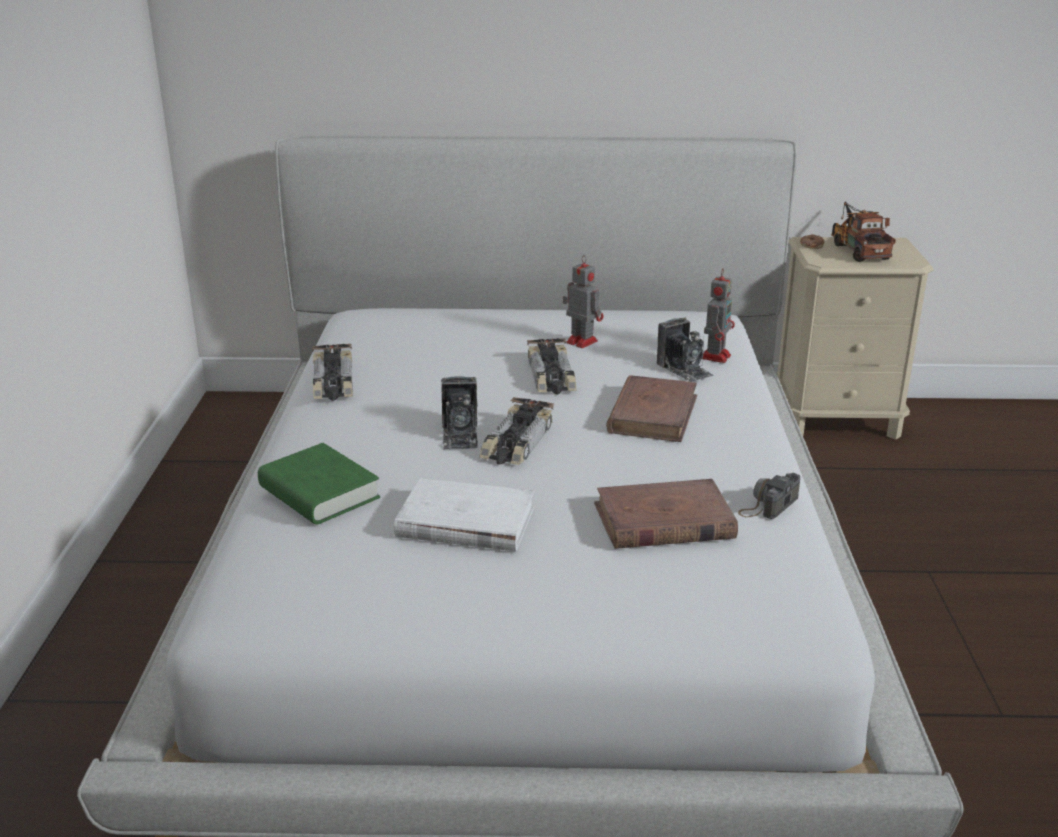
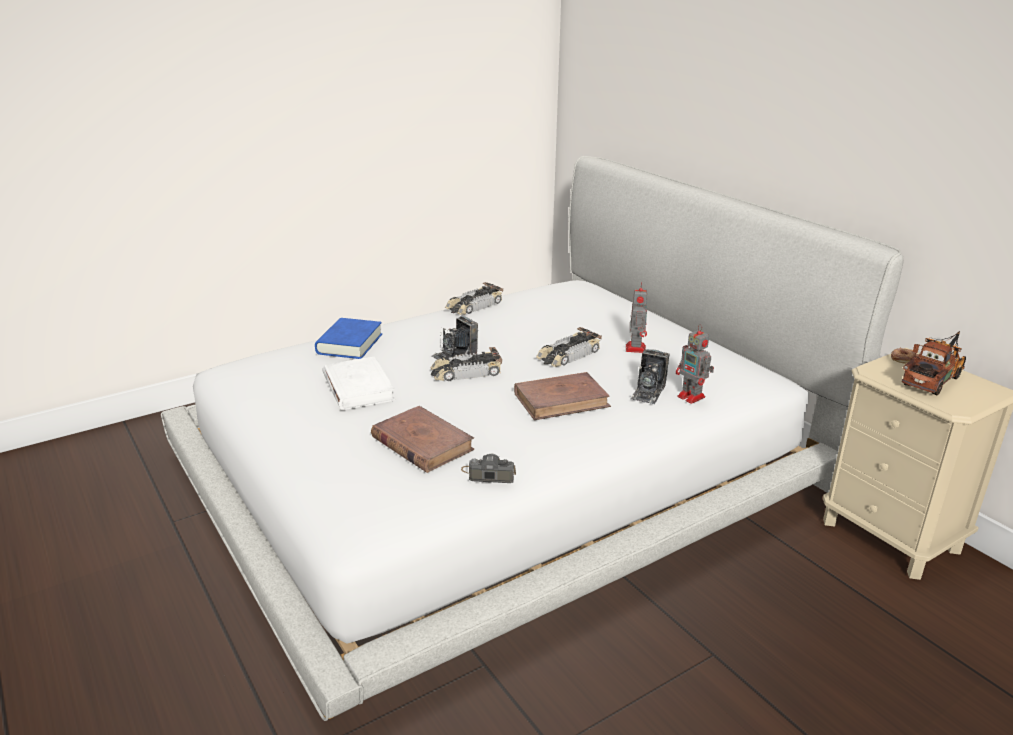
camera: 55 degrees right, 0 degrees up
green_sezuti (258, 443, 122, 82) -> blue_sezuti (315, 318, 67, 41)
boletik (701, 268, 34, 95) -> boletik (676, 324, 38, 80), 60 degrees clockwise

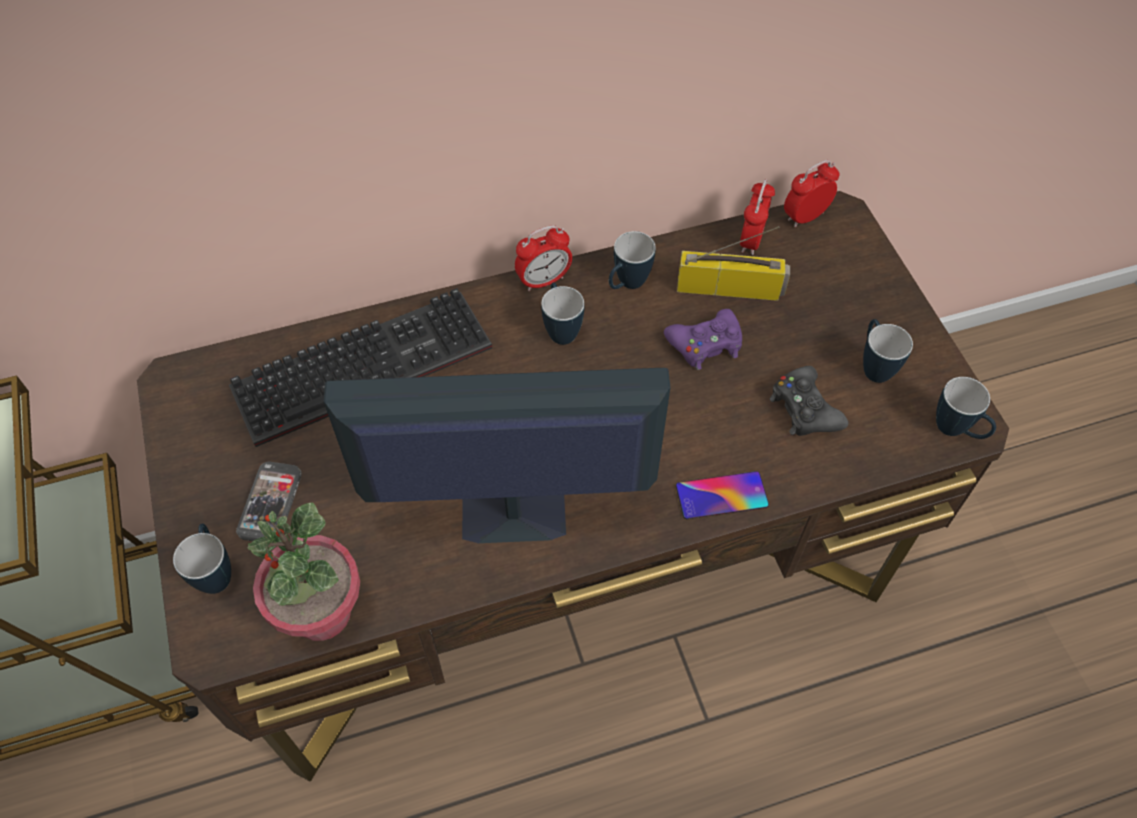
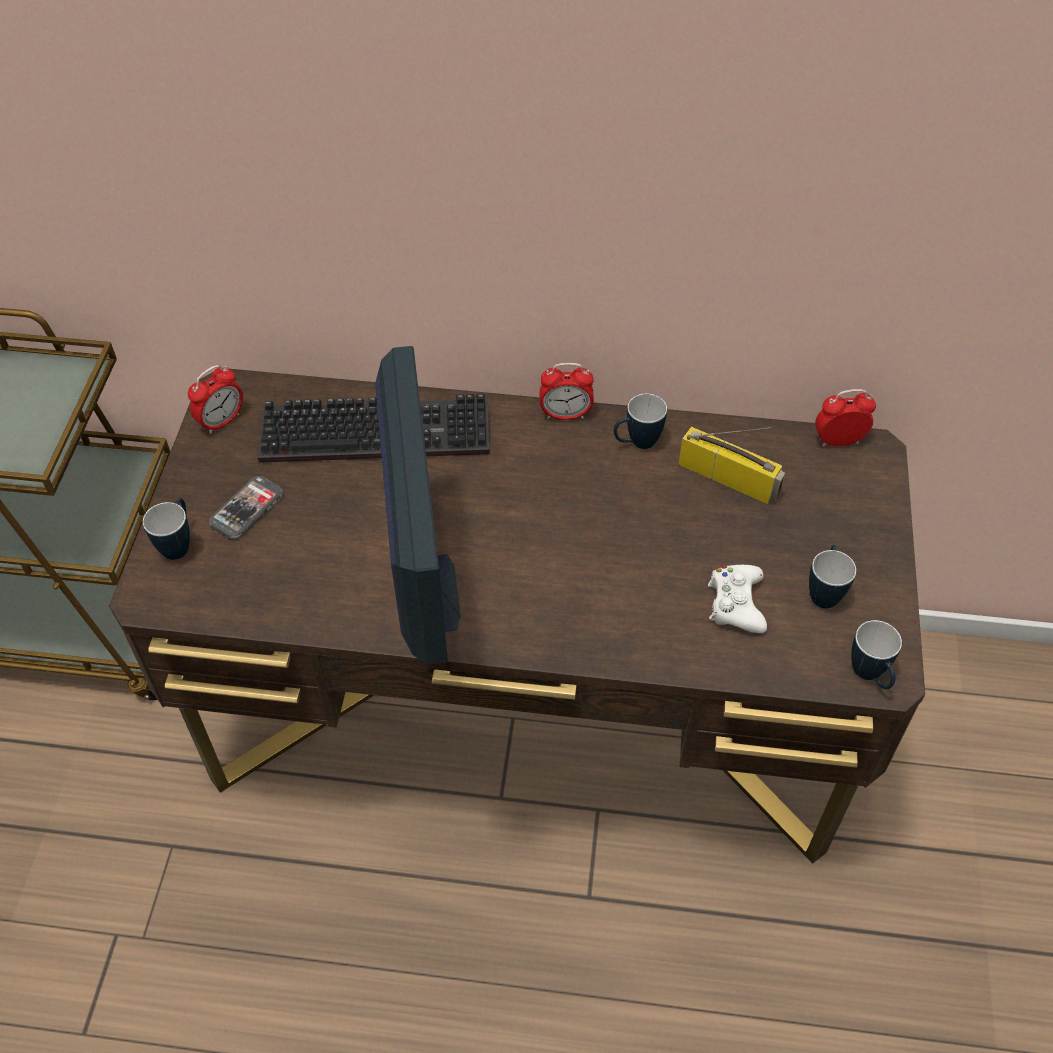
camera: 25 degrees right, 5 degrees down
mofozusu (247, 503, 113, 138) -> none
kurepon (541, 283, 43, 62) -> none
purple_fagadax (664, 309, 78, 61) -> none
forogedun (676, 471, 93, 48) -> none
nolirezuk (740, 179, 35, 76) -> nolirezuk (188, 365, 55, 69), move
black_fagadax (770, 366, 78, 70) -> white_fagadax (708, 565, 59, 68)
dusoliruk (323, 368, 347, 175) -> dusoliruk (375, 346, 86, 319), 60 degrees clockwise

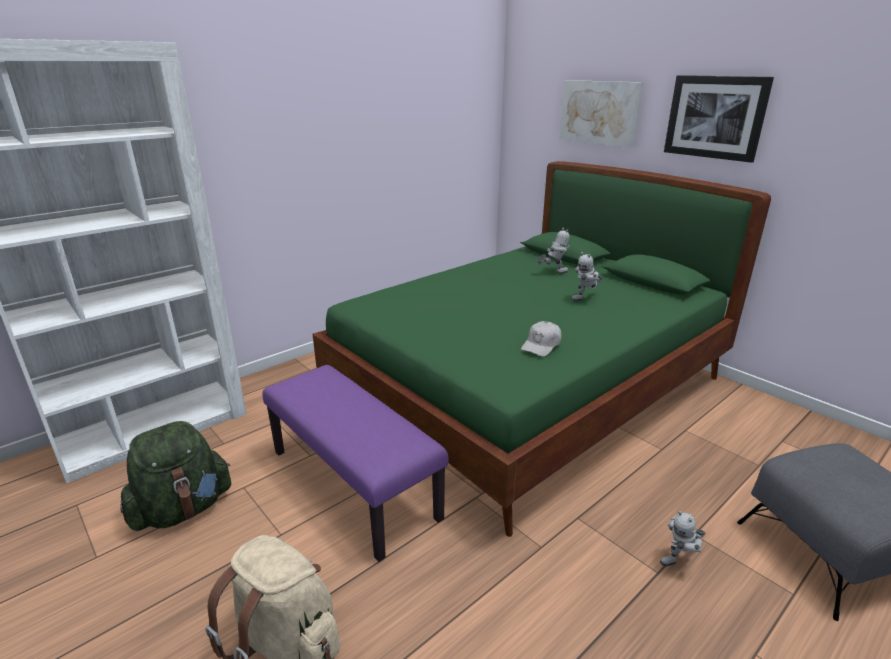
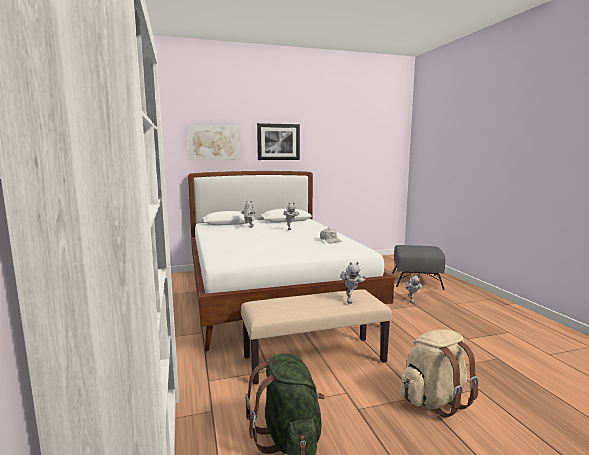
camera: 65 degrees left, 15 degrees down
none -> boletik (341, 262, 25, 42)
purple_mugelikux (263, 365, 186, 197) -> beige_mugelikux (241, 289, 151, 95)
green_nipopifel (313, 161, 458, 376) -> white_nipopifel (188, 171, 206, 180)

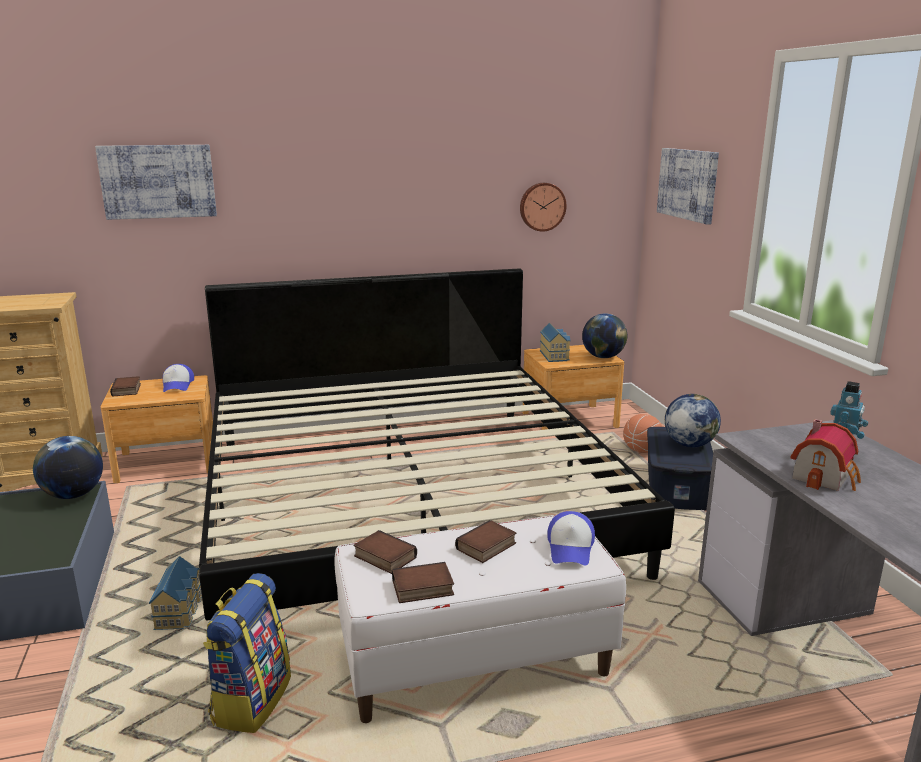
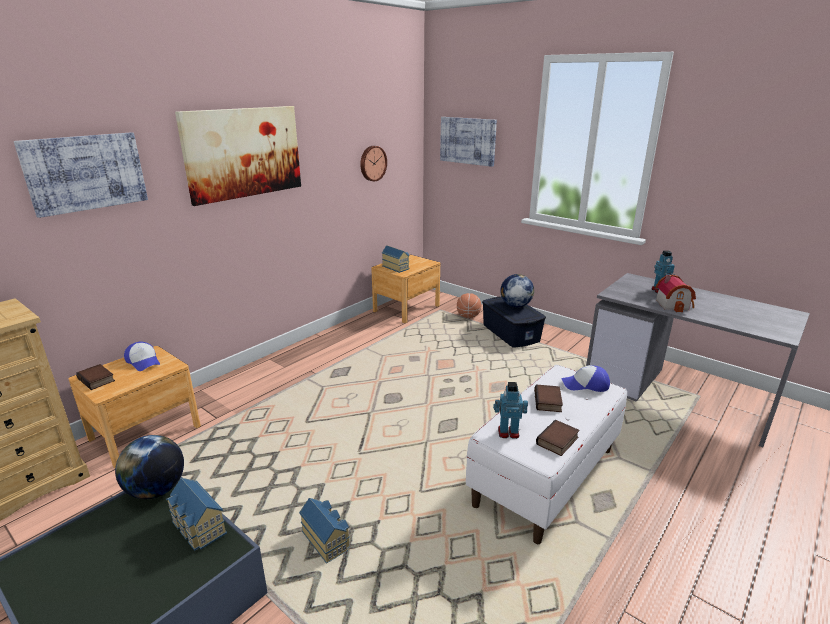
camera: 35 degrees left, 5 degrees up
nipopifel (199, 268, 476, 353) -> none
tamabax (203, 573, 88, 160) -> none
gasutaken (582, 313, 45, 45) -> none
none -> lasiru (166, 478, 61, 73)
none -> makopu (175, 106, 126, 100)
sezuti (354, 530, 63, 44) -> boletik (493, 382, 35, 57)
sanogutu (547, 511, 48, 54) -> sanogutu (562, 365, 48, 27), 120 degrees clockwise

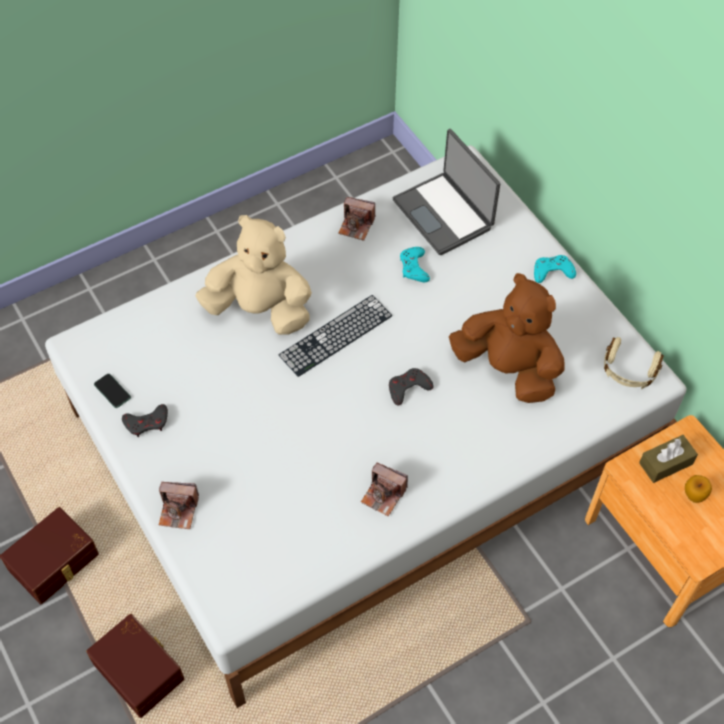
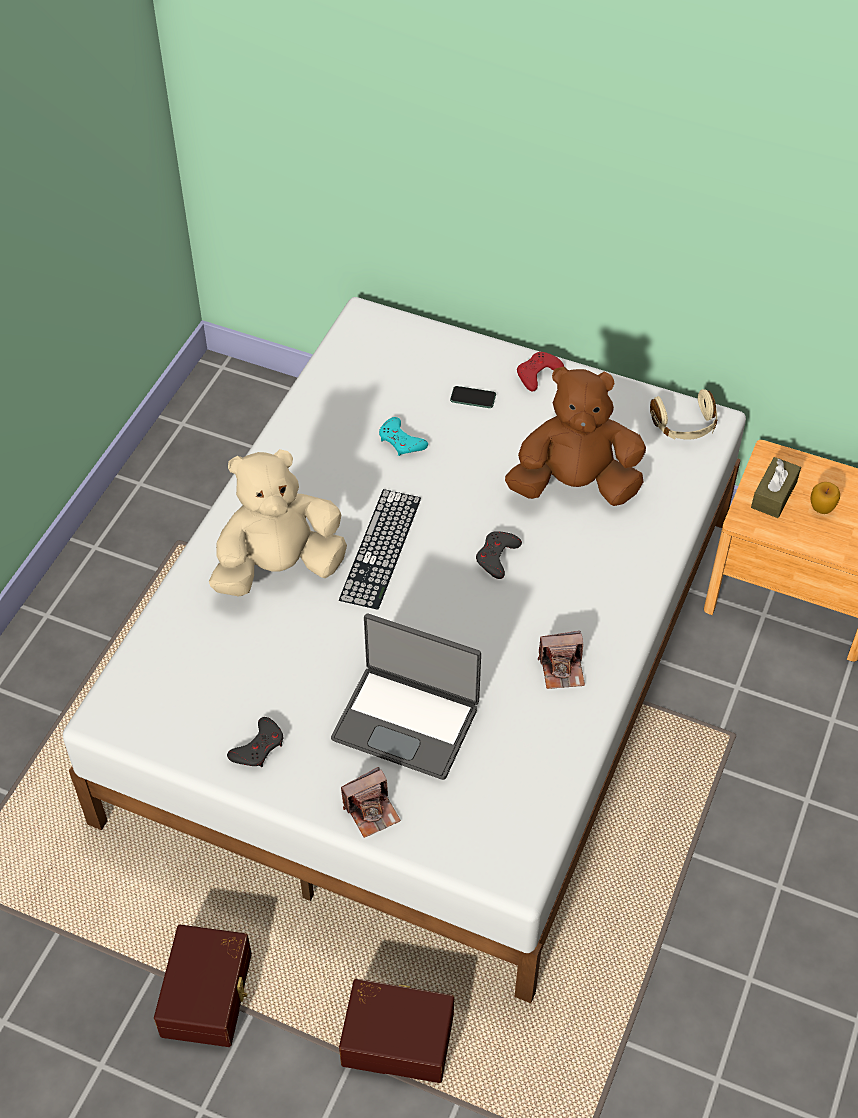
camera: 35 degrees left, 5 degrees down
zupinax (338, 197, 37, 44) -> none
forogedun (94, 374, 37, 34) -> forogedun (450, 386, 46, 22), move
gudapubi (393, 129, 107, 126) -> gudapubi (331, 613, 150, 167), move
turquoise_fagadax (534, 255, 42, 28) -> red_fagadax (517, 352, 47, 39)

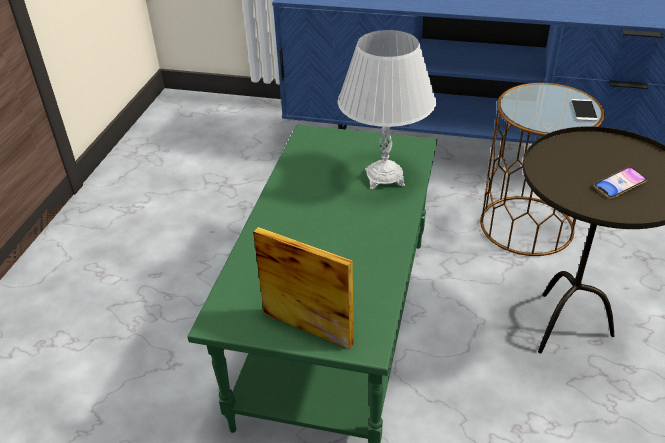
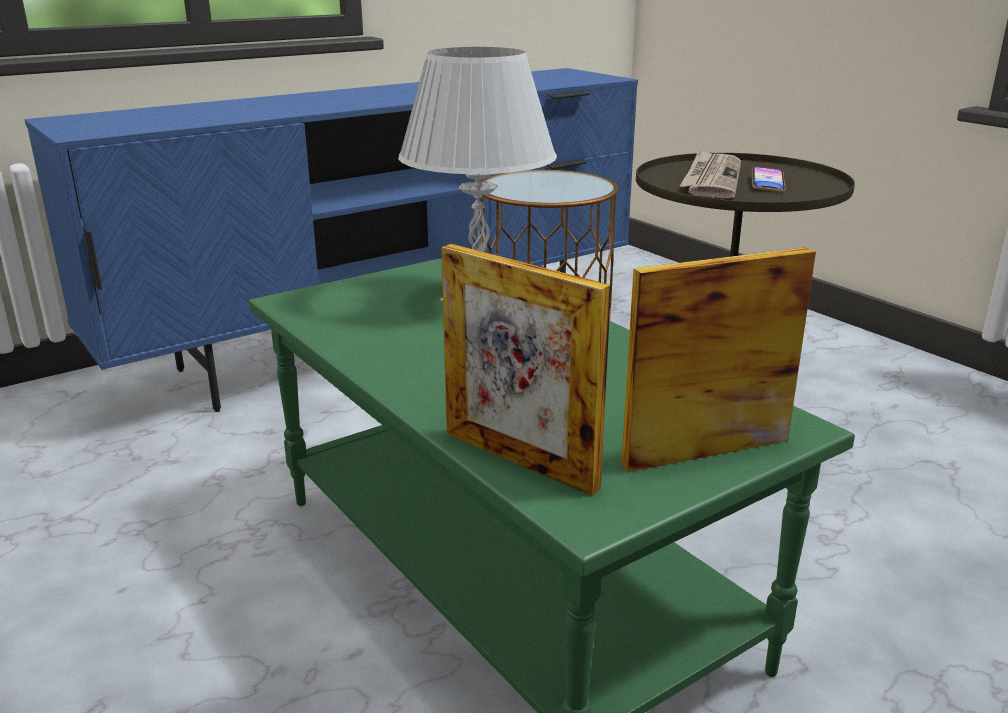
camera: 50 degrees left, 15 degrees down
forogedun (571, 99, 27, 22) -> none
none -> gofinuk (441, 244, 170, 252)
none -> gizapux (680, 149, 61, 49)

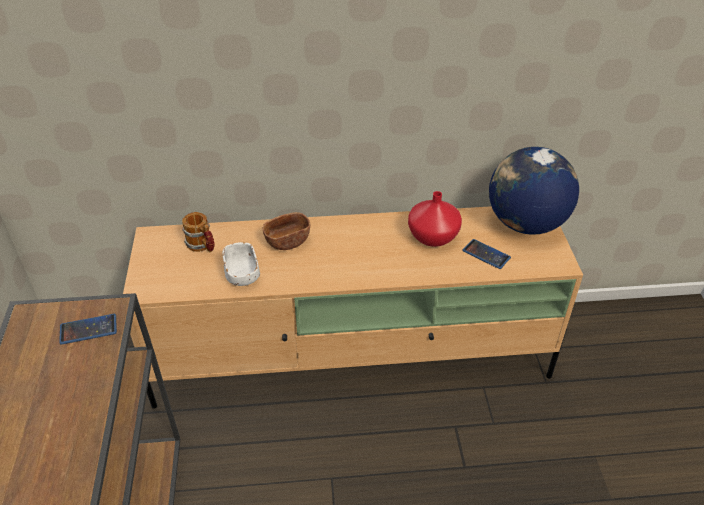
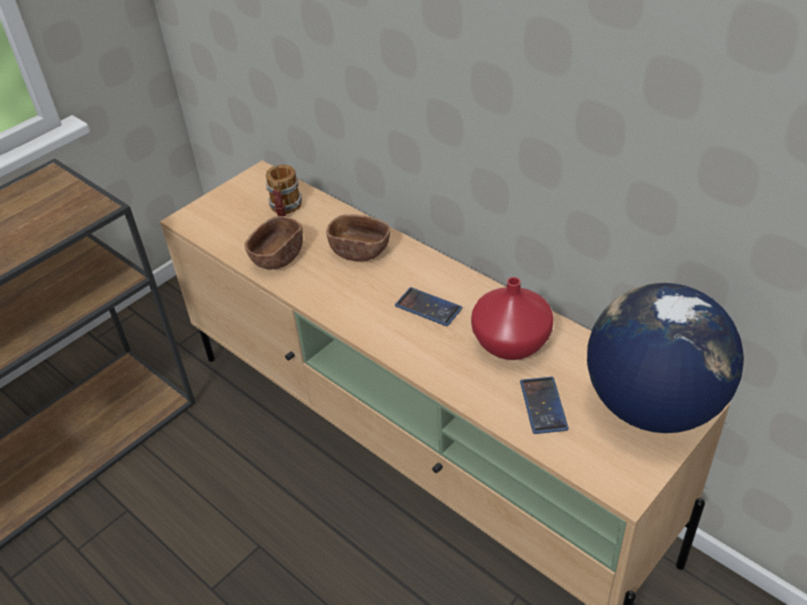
camera: 50 degrees right, 0 degrees up
forogedun (59, 314, 58, 31) -> forogedun (395, 287, 67, 39), move
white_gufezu (222, 242, 38, 44) -> brown_gufezu (244, 216, 59, 53)

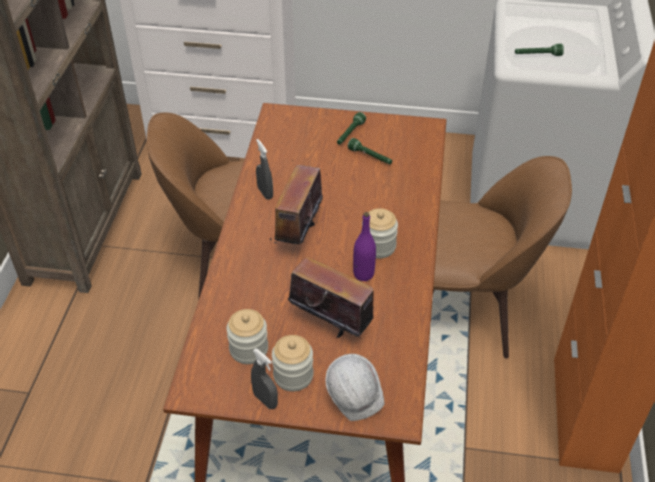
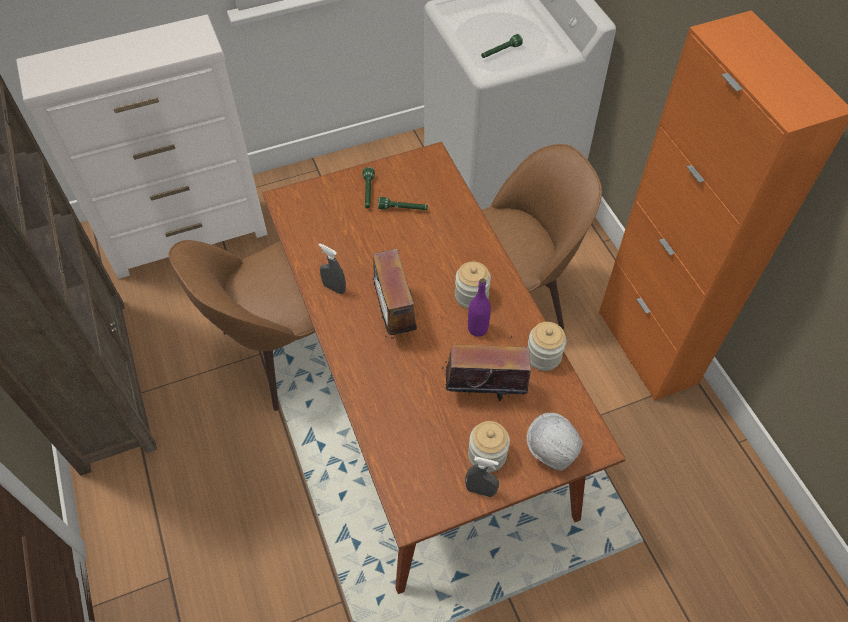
camera: 30 degrees left, 10 degrees up
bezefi (226, 309, 42, 55) -> bezefi (527, 322, 39, 49), move

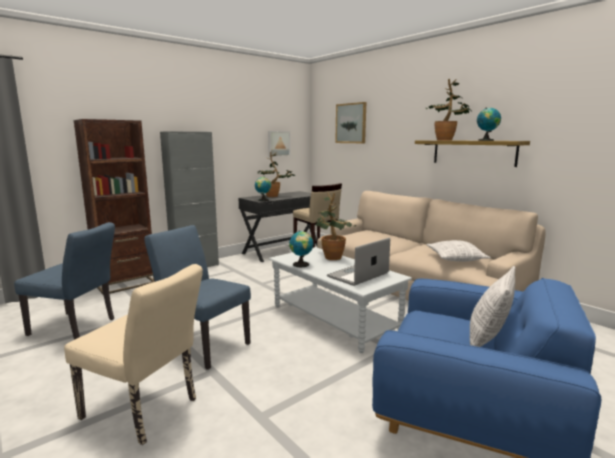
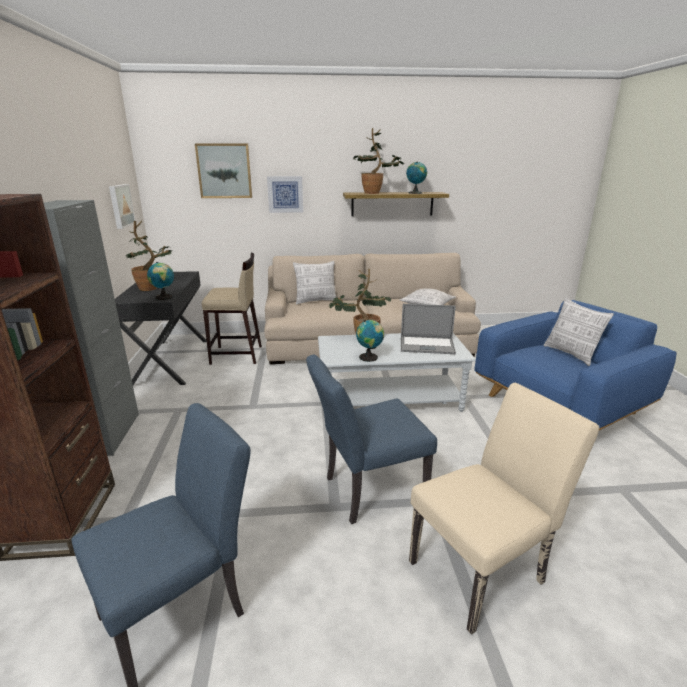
camera: 55 degrees left, 10 degrees up
none -> makopu (267, 176, 36, 37)
none -> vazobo (293, 261, 44, 44)
gudapubi (327, 238, 63, 48) -> gudapubi (401, 304, 55, 50), 75 degrees counterclockwise

